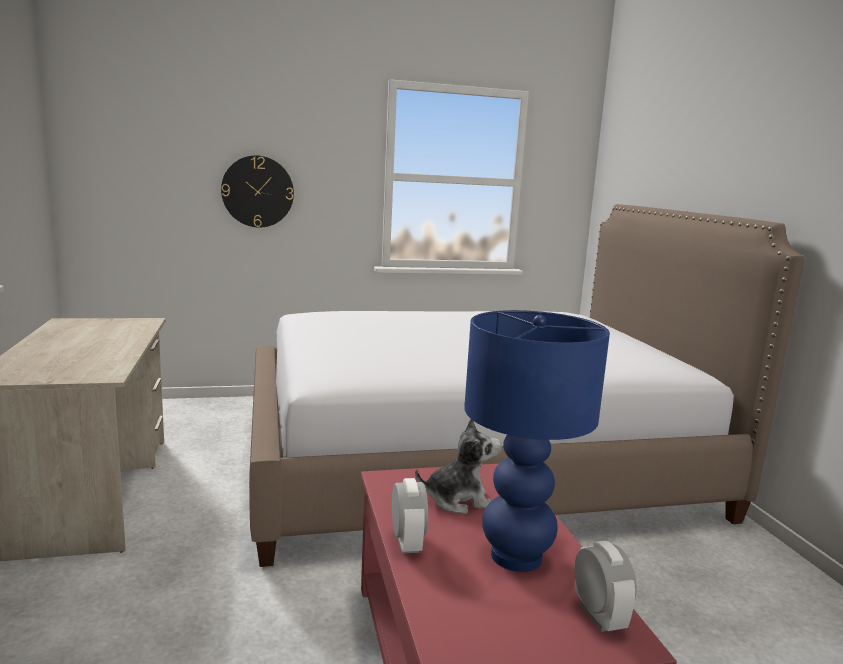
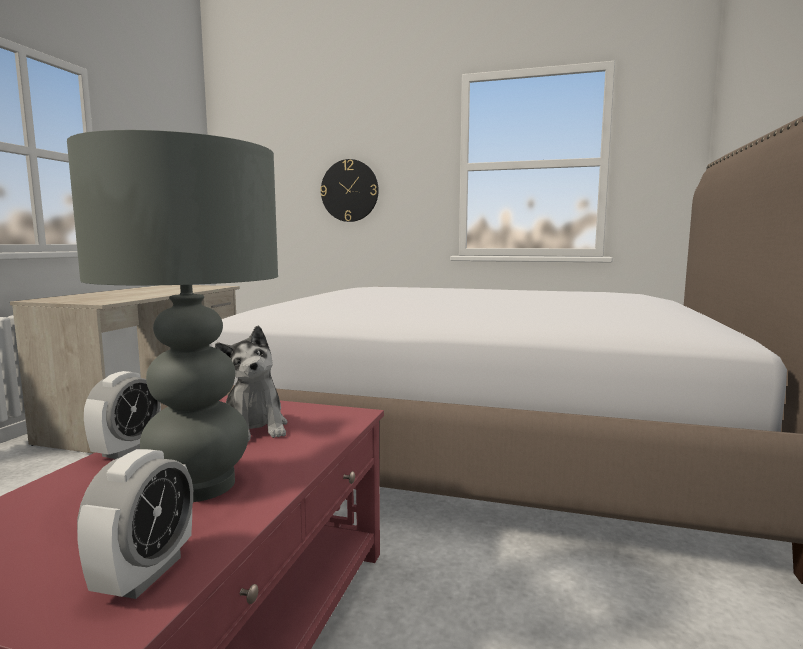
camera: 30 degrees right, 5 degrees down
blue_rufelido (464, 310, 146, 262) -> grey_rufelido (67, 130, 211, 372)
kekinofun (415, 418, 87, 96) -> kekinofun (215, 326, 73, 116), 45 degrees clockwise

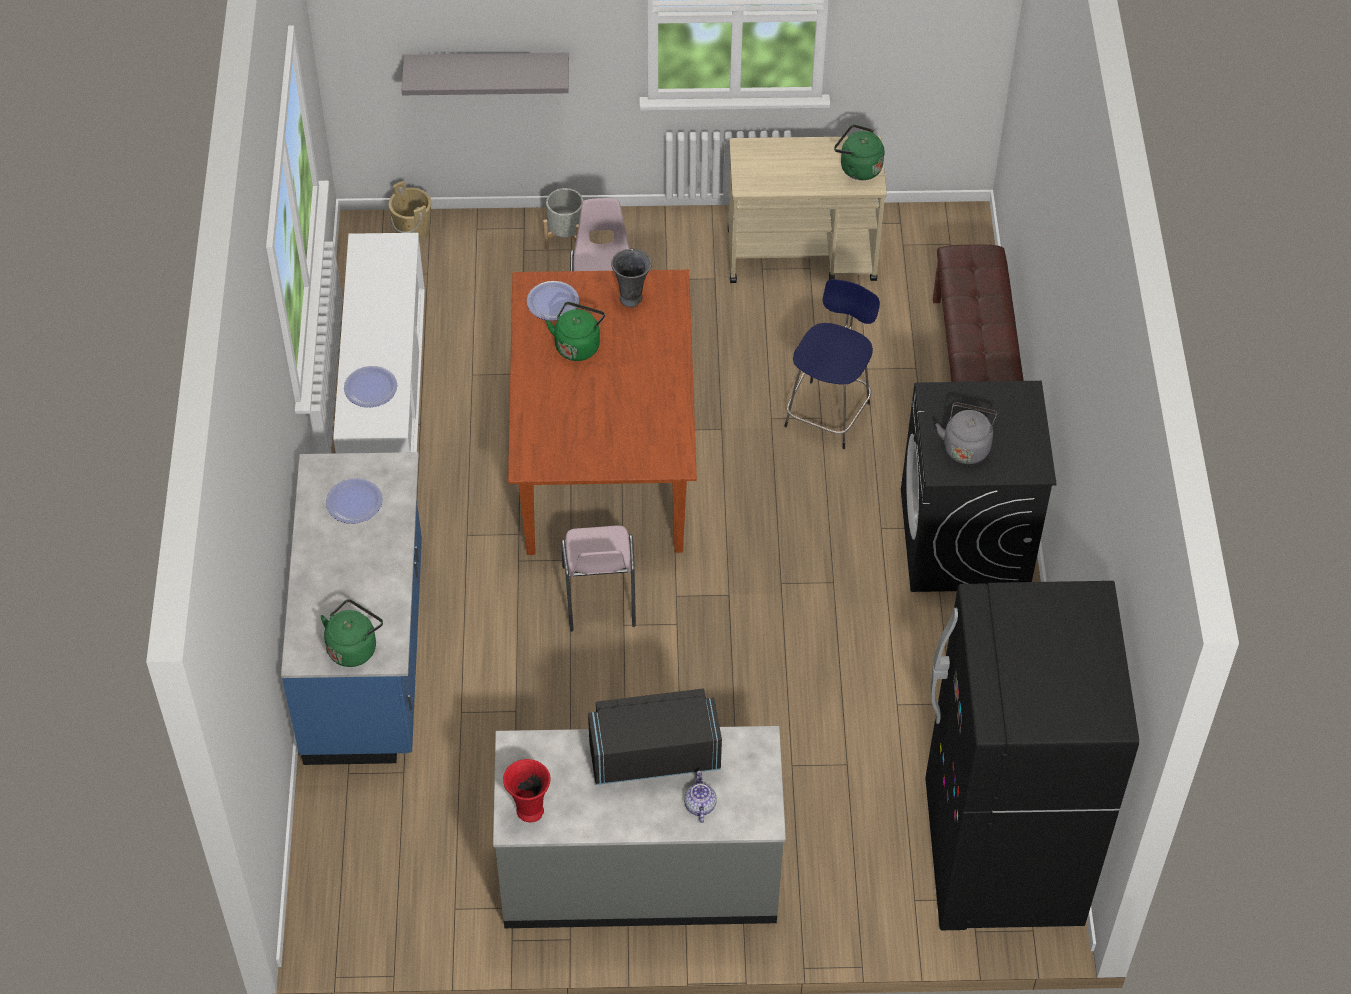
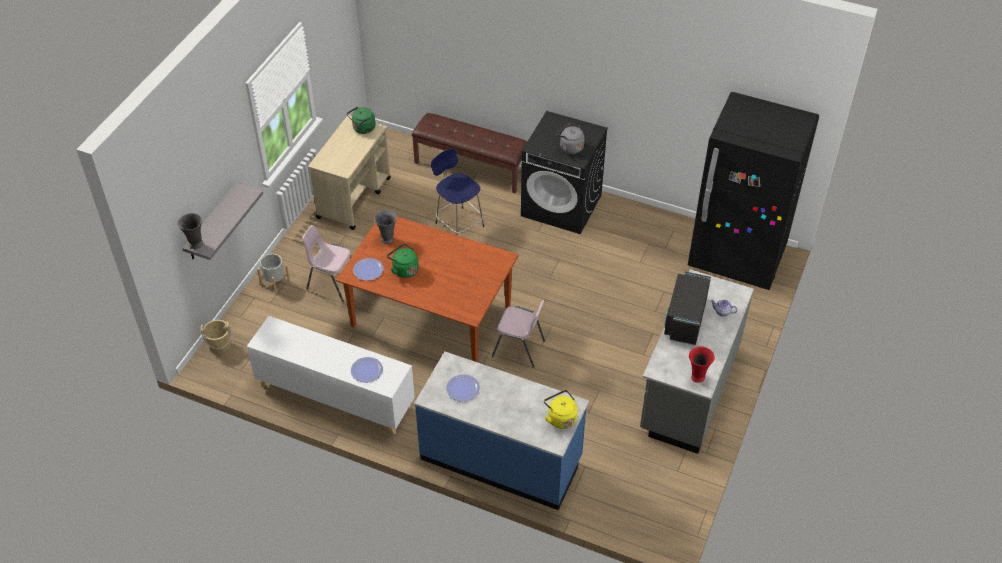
camera: 65 degrees left, 5 degrees down
none -> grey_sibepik (177, 213, 26, 36)
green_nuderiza (320, 599, 63, 68) -> yellow_nuderiza (544, 390, 34, 39)

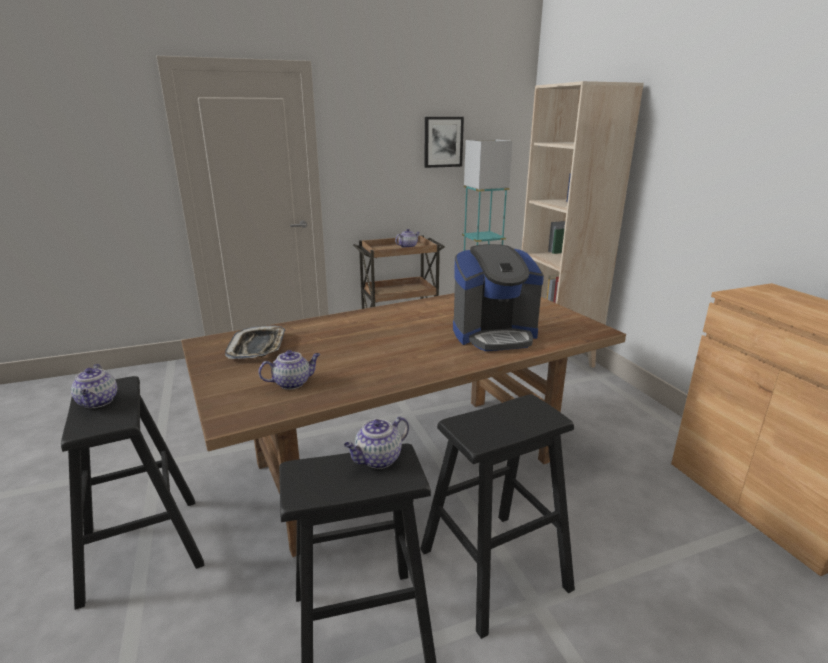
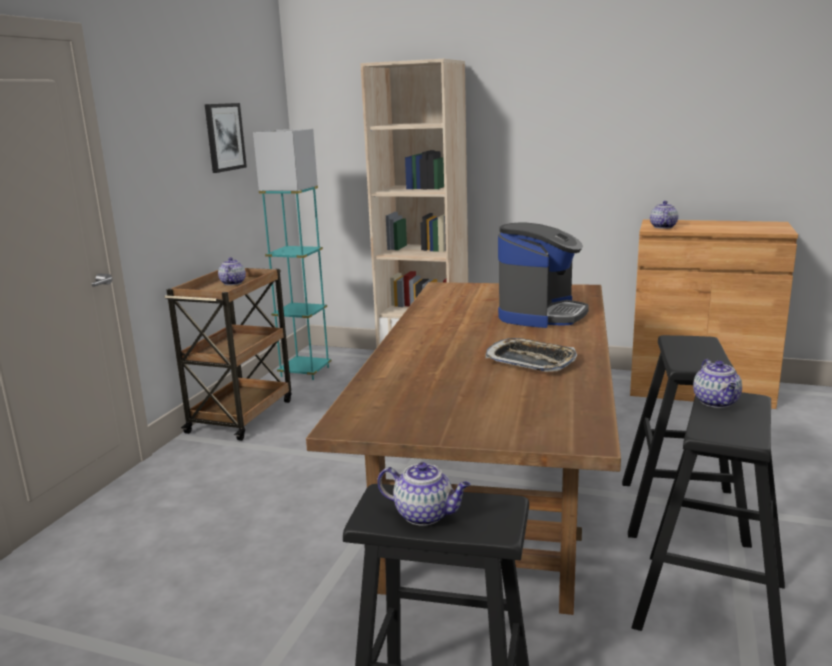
camera: 50 degrees left, 5 degrees down
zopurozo (225, 326, 60, 33) -> zopurozo (485, 338, 92, 34), move
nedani (259, 350, 61, 39) -> nedani (650, 201, 28, 28), move

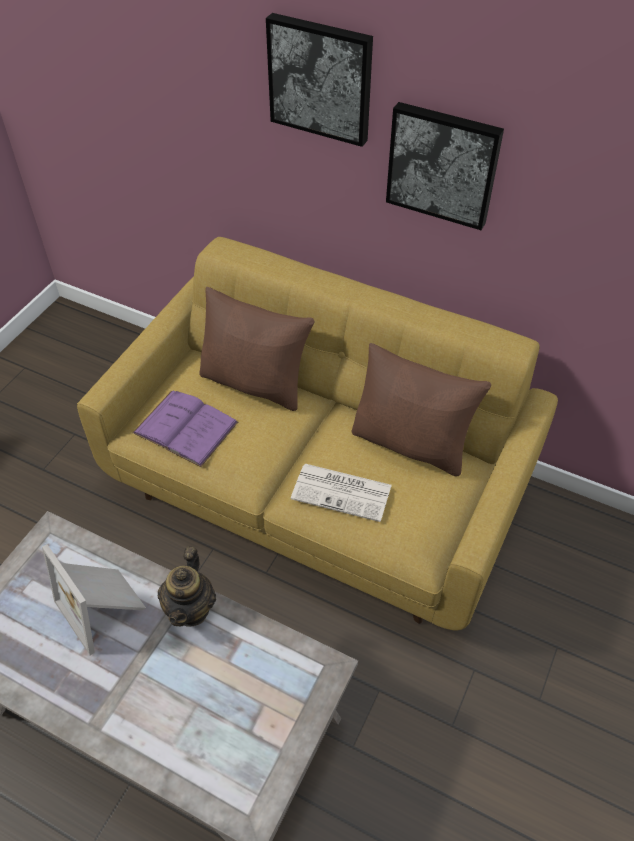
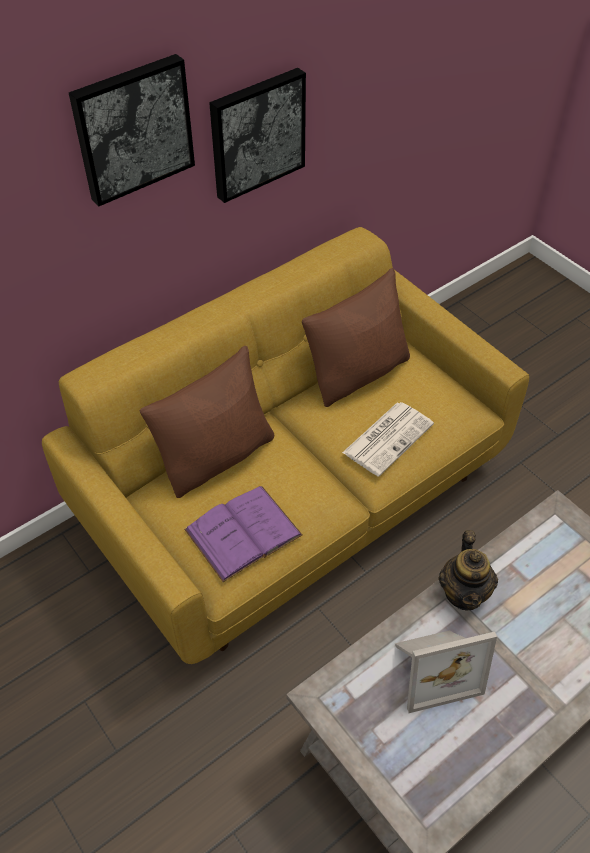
camera: 65 degrees left, 0 degrees up
nedani (158, 546, 58, 81) -> nedani (438, 530, 60, 80), 60 degrees clockwise

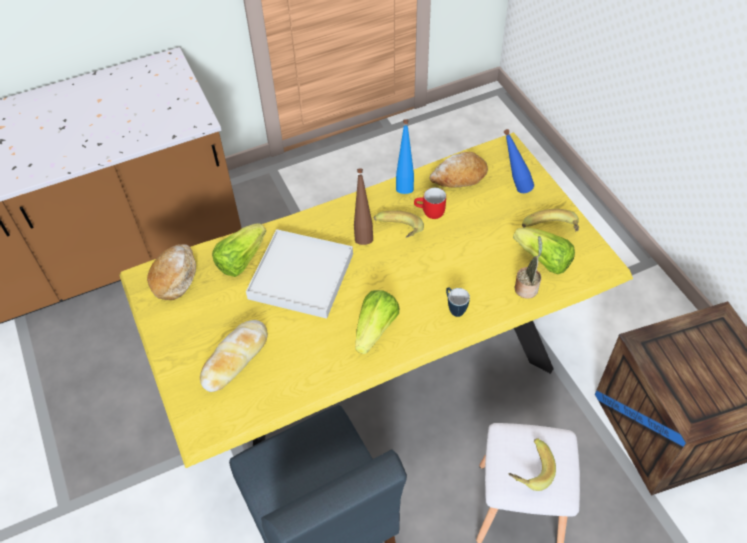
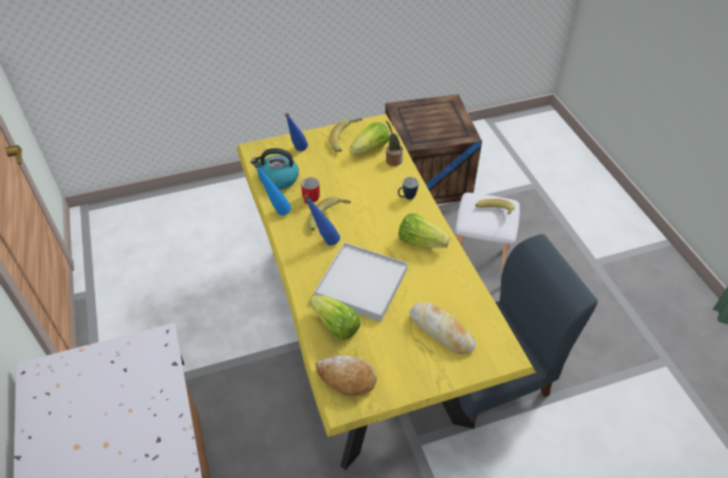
camera: 85 degrees left, 5 degrees down
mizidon (430, 152, 58, 36) -> nuderiza (251, 148, 48, 42)
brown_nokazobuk (354, 168, 19, 77) -> blue_nokazobuk (304, 194, 36, 52)

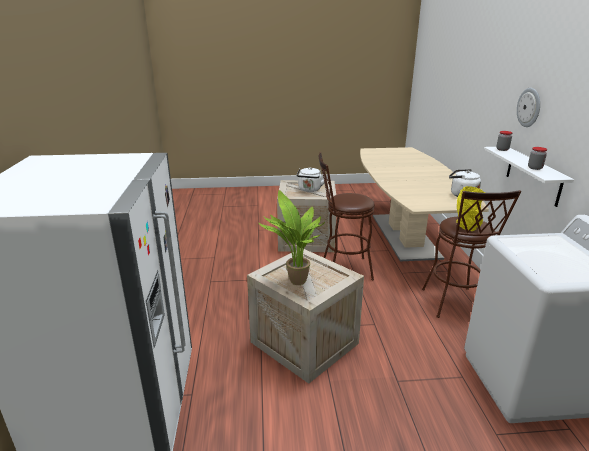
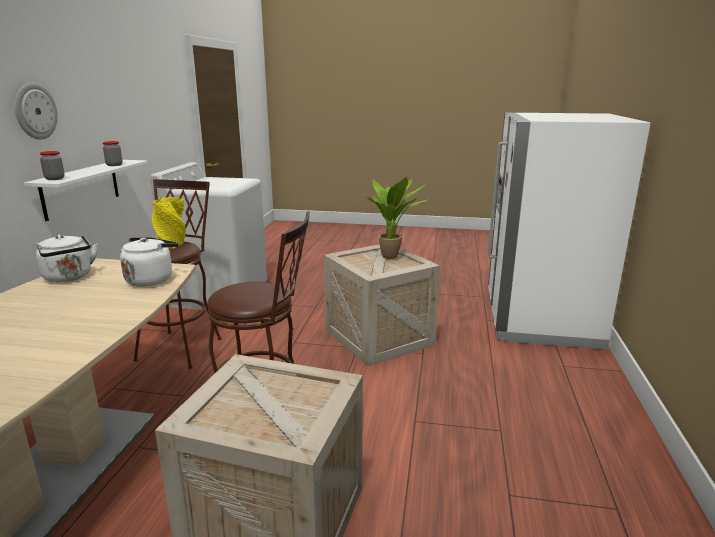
camera: 165 degrees left, 5 degrees down
white_nuderiza (297, 167, 30, 25) -> white_nuderiza (120, 237, 59, 50), move

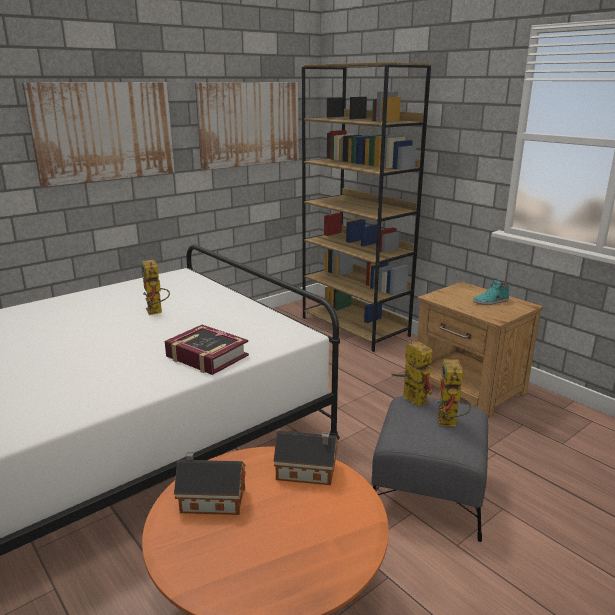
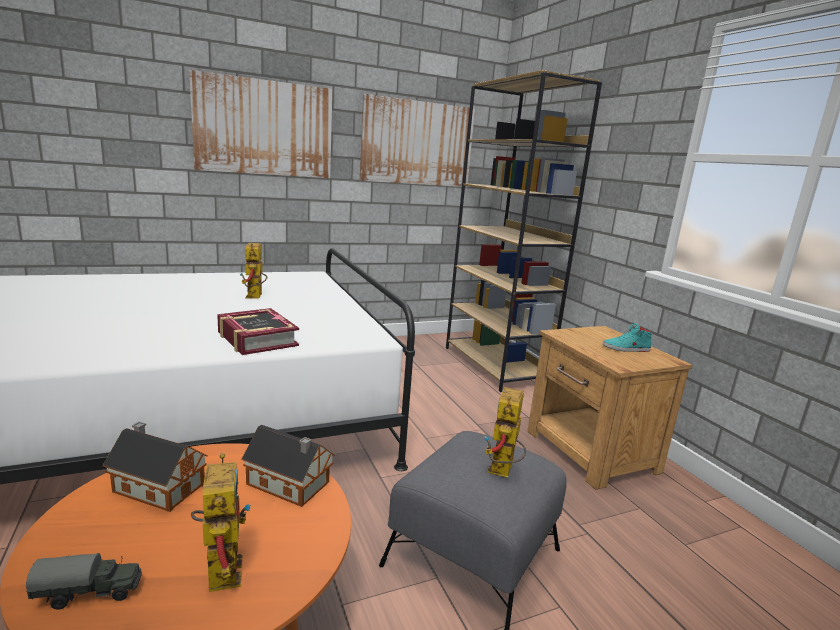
camera: 15 degrees right, 5 degrees down
none -> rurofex (26, 553, 116, 57)
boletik (391, 338, 42, 69) -> boletik (191, 453, 60, 139), move

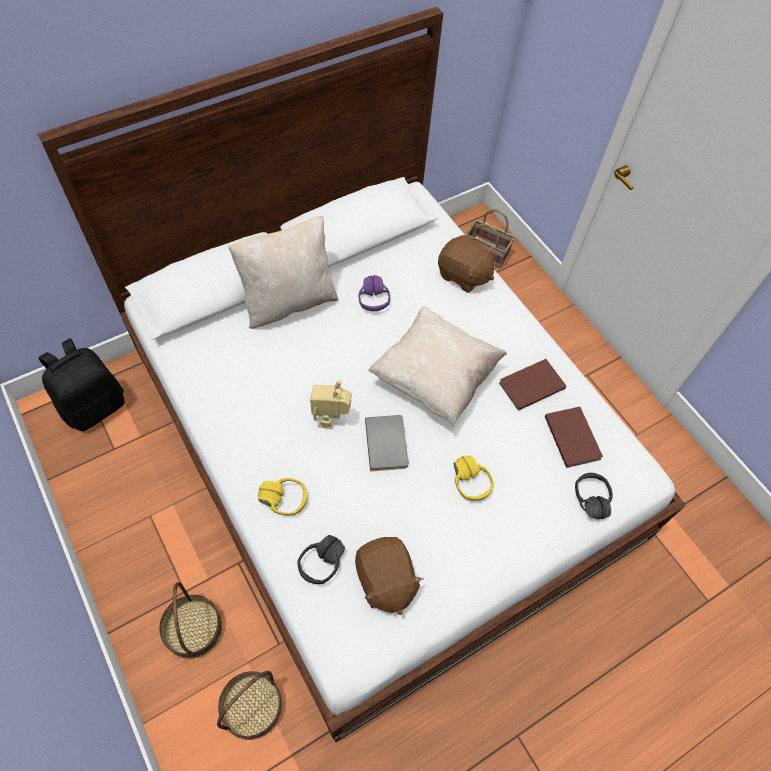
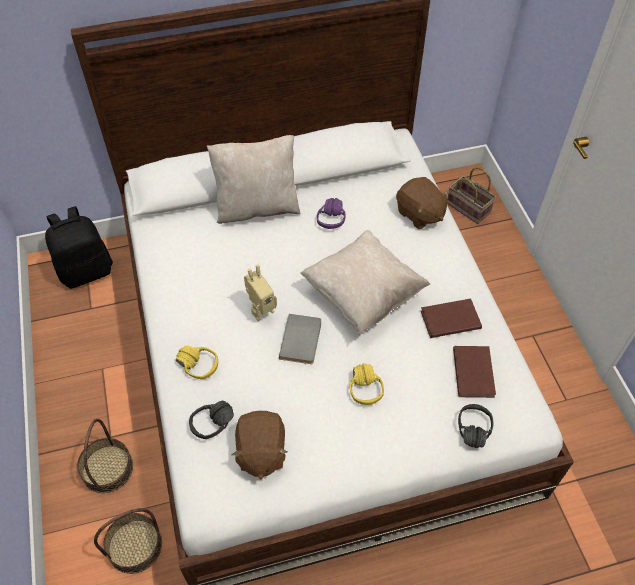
camera: 20 degrees right, 5 degrees down
boletik (310, 380, 41, 49) -> boletik (244, 265, 33, 56), 150 degrees counterclockwise

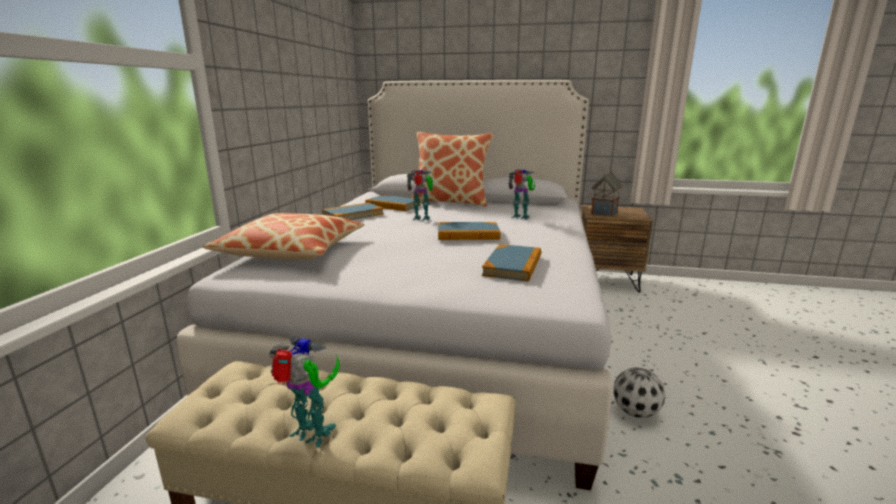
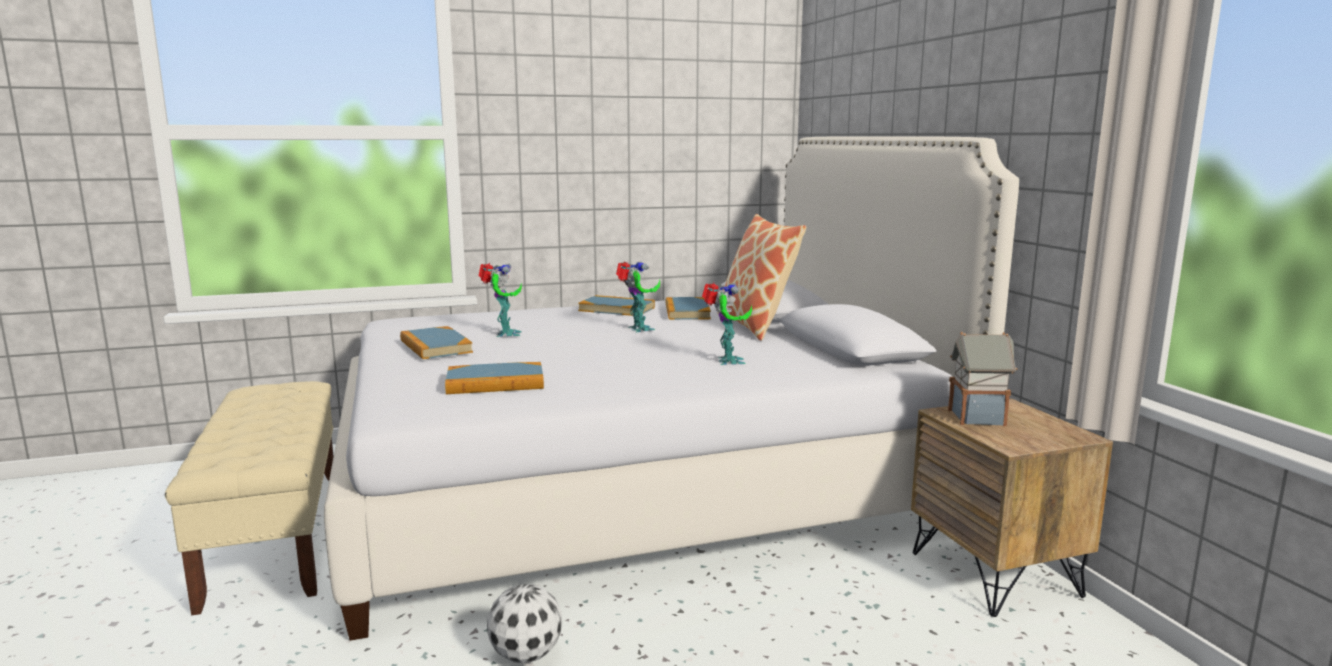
camera: 60 degrees right, 5 degrees down
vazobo (203, 213, 161, 47) -> none
boletik (268, 336, 72, 111) -> boletik (479, 263, 43, 74), move
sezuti (438, 222, 63, 18) -> sezuti (400, 326, 73, 33), move

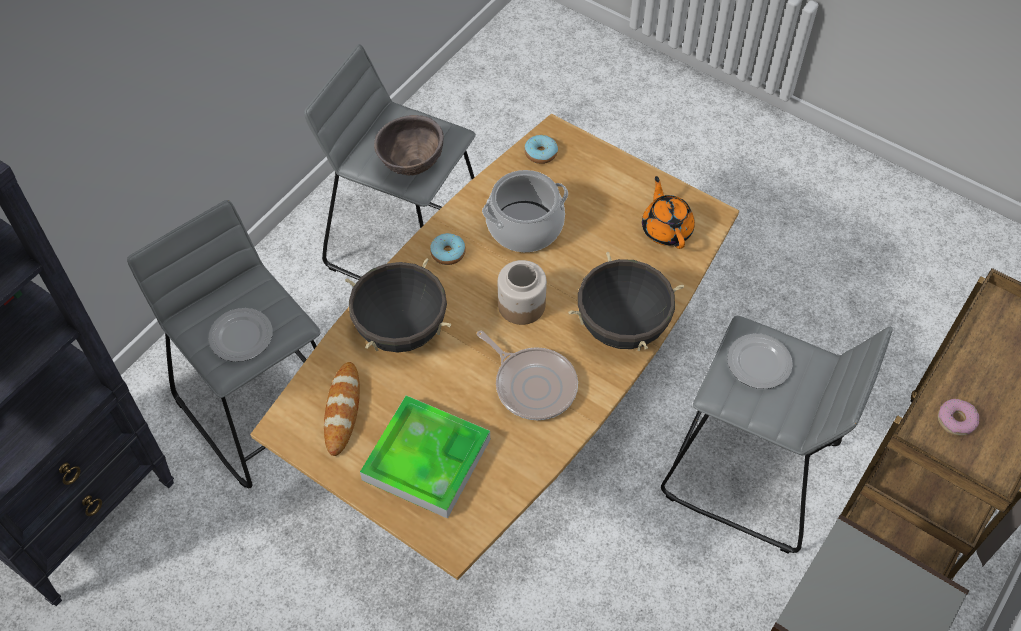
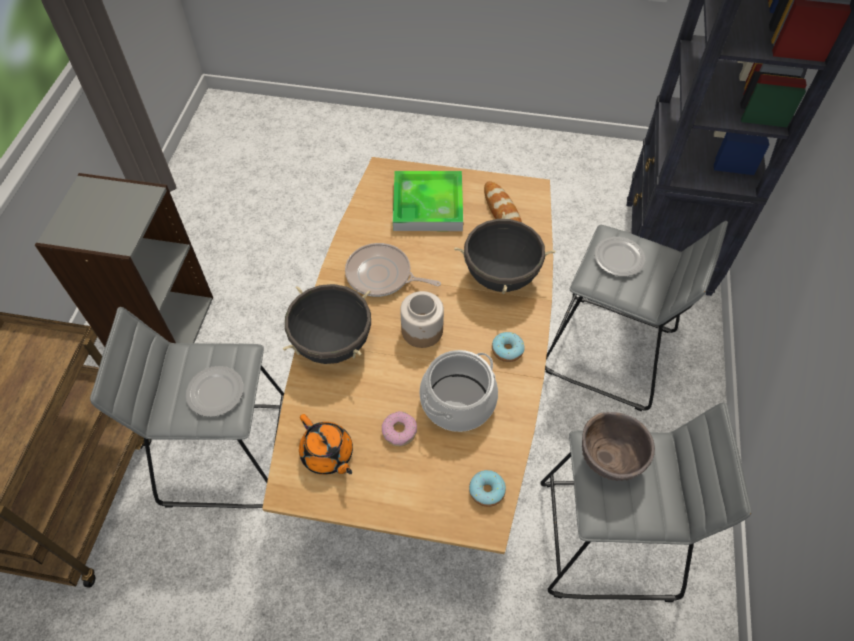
camera: 155 degrees right, 0 degrees up
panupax (938, 399, 42, 37) -> panupax (382, 411, 35, 36), move

